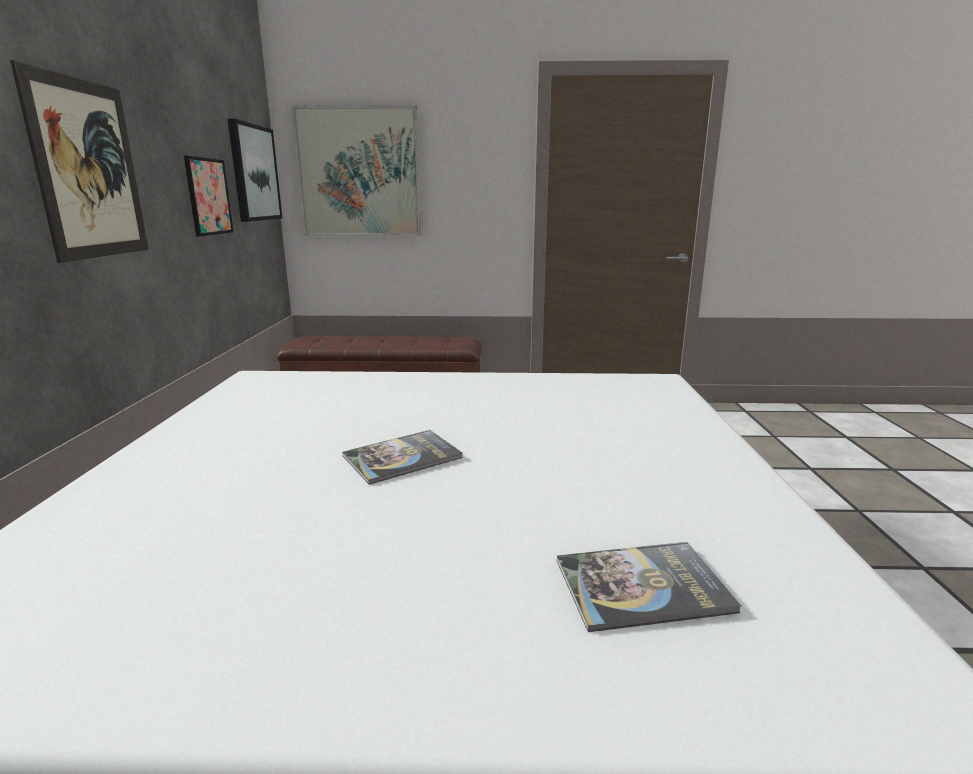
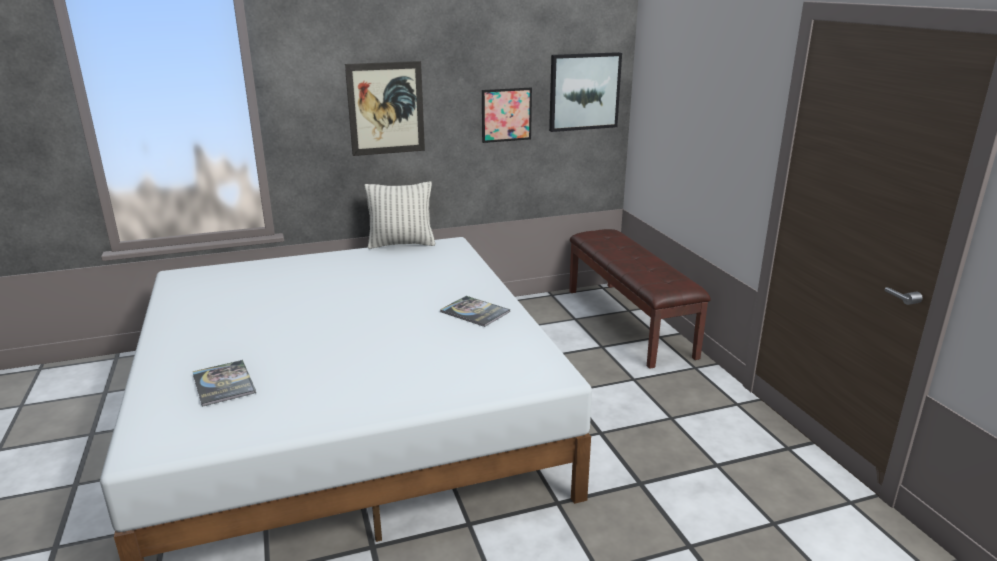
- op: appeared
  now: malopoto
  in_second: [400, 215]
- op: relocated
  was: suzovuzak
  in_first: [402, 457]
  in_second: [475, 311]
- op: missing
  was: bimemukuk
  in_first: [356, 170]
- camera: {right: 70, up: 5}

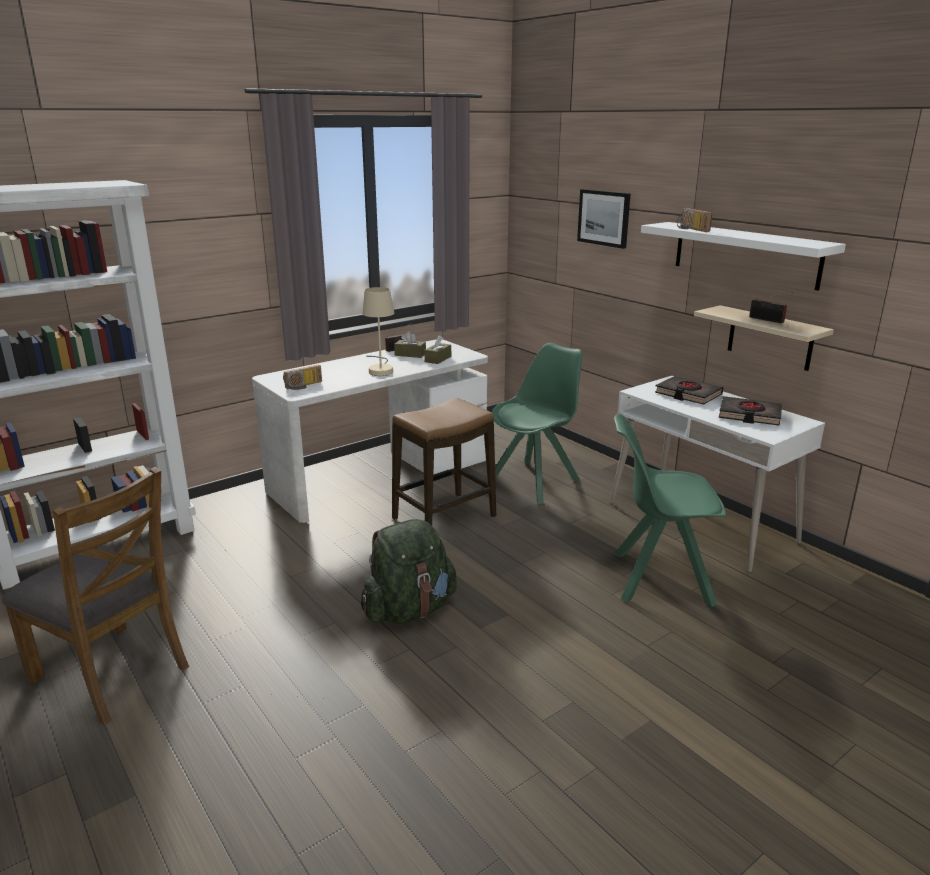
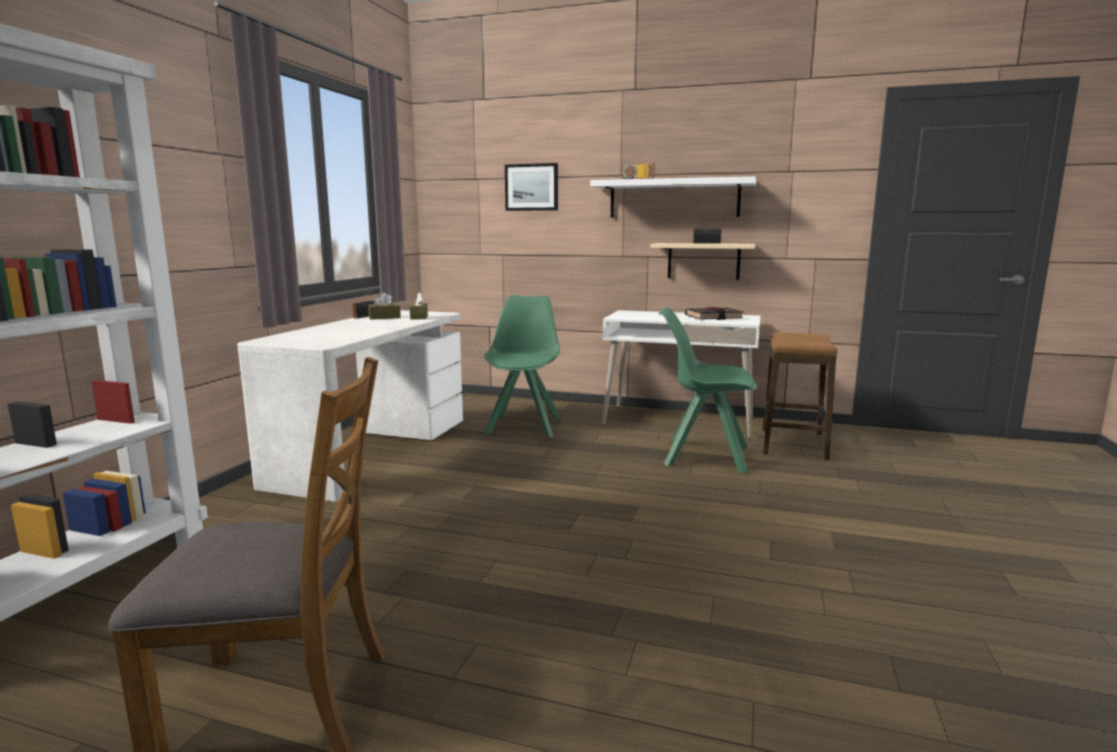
- op: spun
  was: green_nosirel
  in_first: [670, 510]
  in_second: [708, 390]
  clockwise: 45
- op: relocated
  was: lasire
  in_first: [444, 461]
  in_second: [799, 396]
- op: missing
  was: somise
  in_first: [302, 377]
- op: missing
  was: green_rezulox
  in_first: [409, 571]
- op: missing
  was: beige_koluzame
  in_first: [378, 331]
- op: missing
  was: black_suzovuzak
  in_first: [689, 390]
- camera: {right: -35, up: -10}

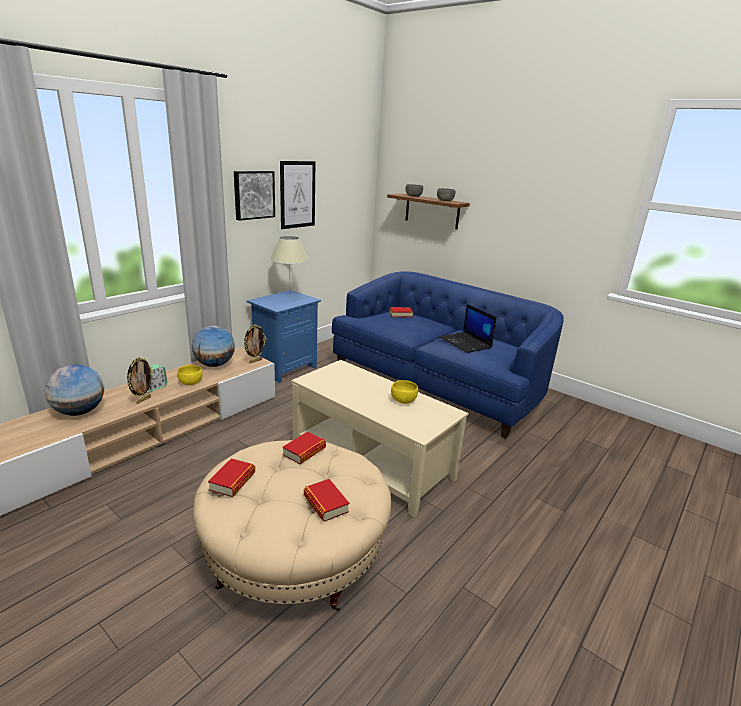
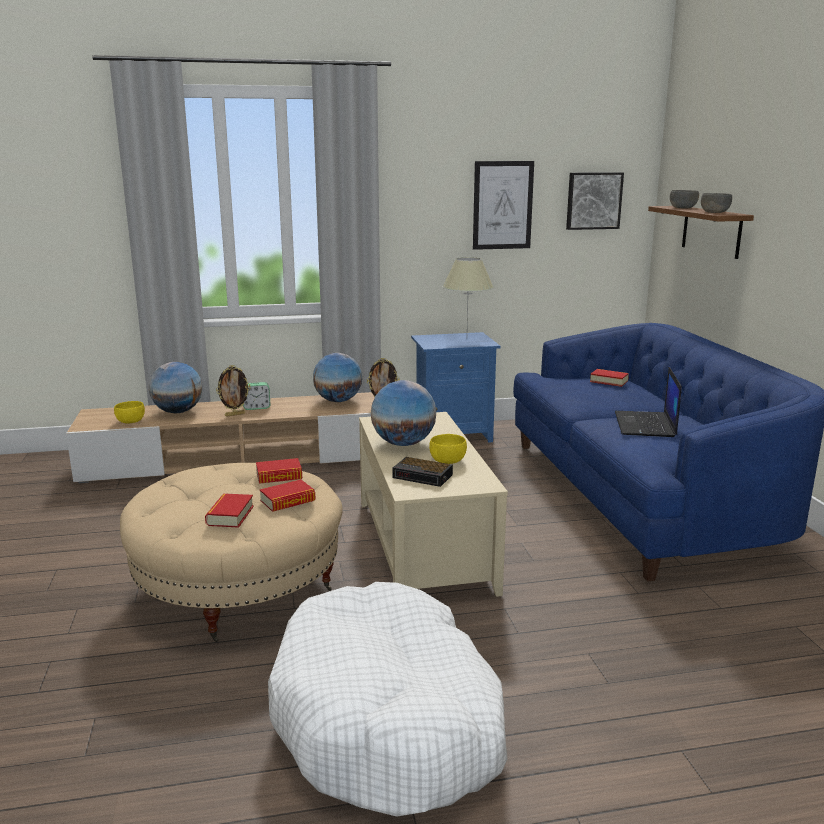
- op: relocated
  was: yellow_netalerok
  in_first: [190, 375]
  in_second: [129, 412]
- op: relocated
  was: suzovuzak
  in_first: [231, 477]
  in_second: [288, 496]
- op: appeared
  now: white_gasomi
  in_second: [388, 699]
- op: appeared
  now: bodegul
  in_second: [403, 413]
- op: appeared
  now: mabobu
  in_second: [422, 472]
- op: relocated
  was: bimemukuk
  in_first: [254, 196]
  in_second: [595, 201]
- camera: {right: 40, up: -5}

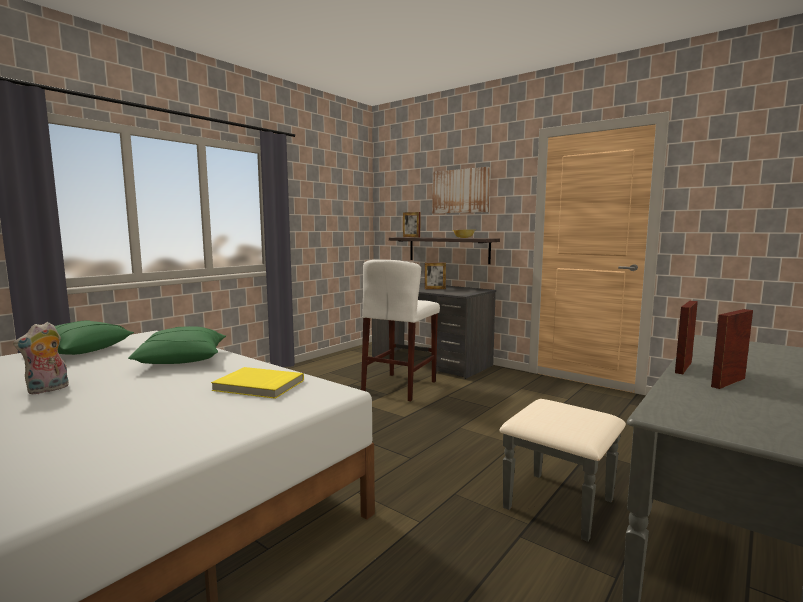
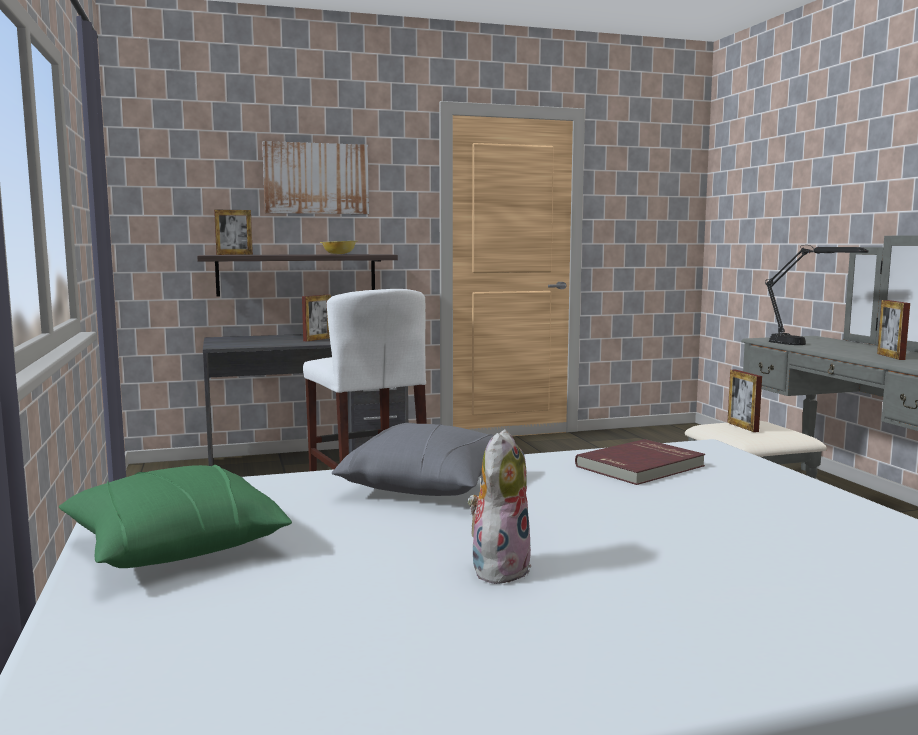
- op: colour
  was: green_malopoto
  now: grey_malopoto
  in_first: [177, 345]
  in_second: [413, 459]
- op: spun
  was: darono
  in_first: [41, 358]
  in_second: [500, 507]
  clockwise: -135
- op: colour
  was: yellow_suzovuzak
  now: red_suzovuzak
  in_first: [257, 383]
  in_second: [640, 462]
- op: relocated
  was: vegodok
  in_first: [686, 337]
  in_second: [744, 401]
- op: appeared
  now: black_koluzame
  in_second: [817, 295]
- camera: {right: -55, up: 0}

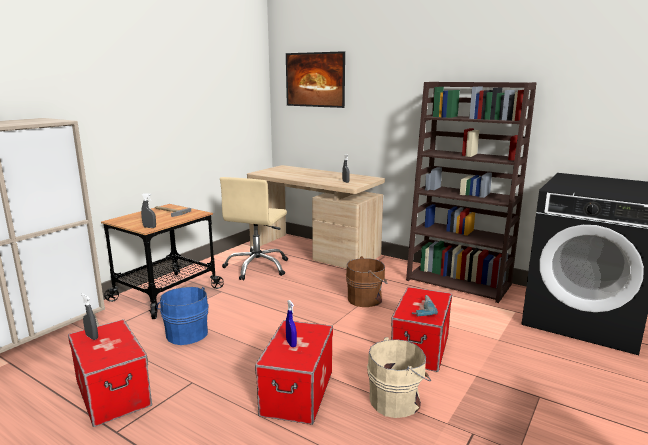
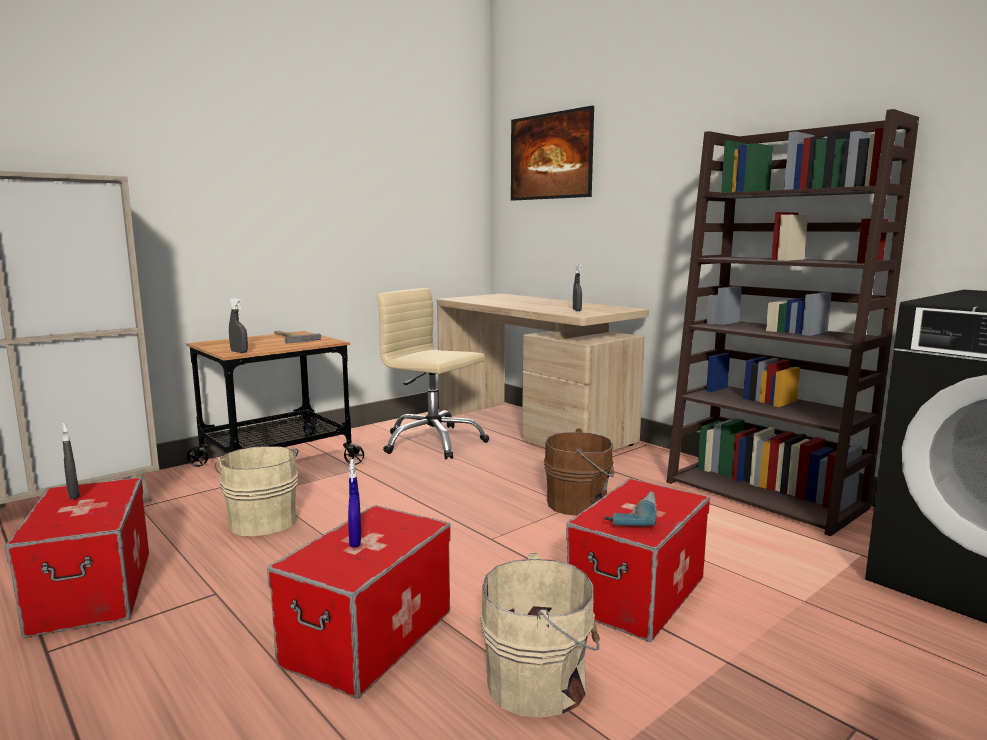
- op: colour
  was: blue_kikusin
  now: beige_kikusin
  in_first: [182, 316]
  in_second: [256, 491]
- op: spun
  was: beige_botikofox
  in_first: [254, 228]
  in_second: [433, 373]
  clockwise: 90
- camera: {right: 15, up: -5}

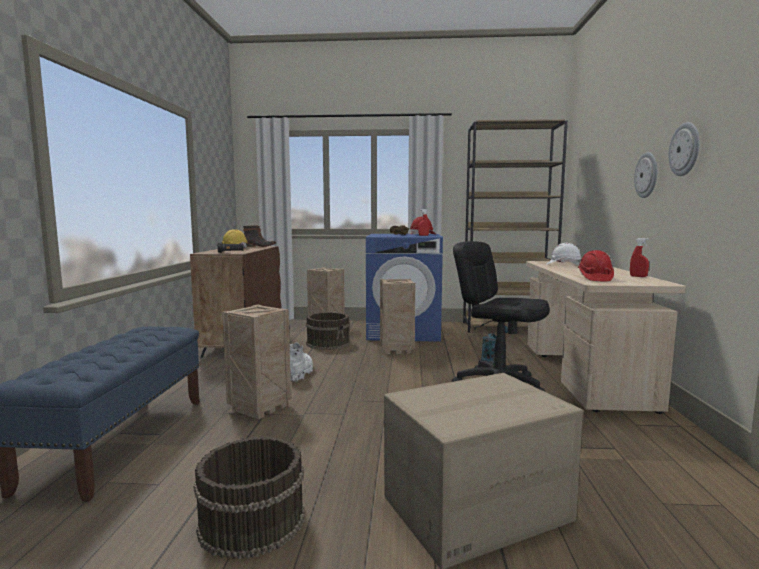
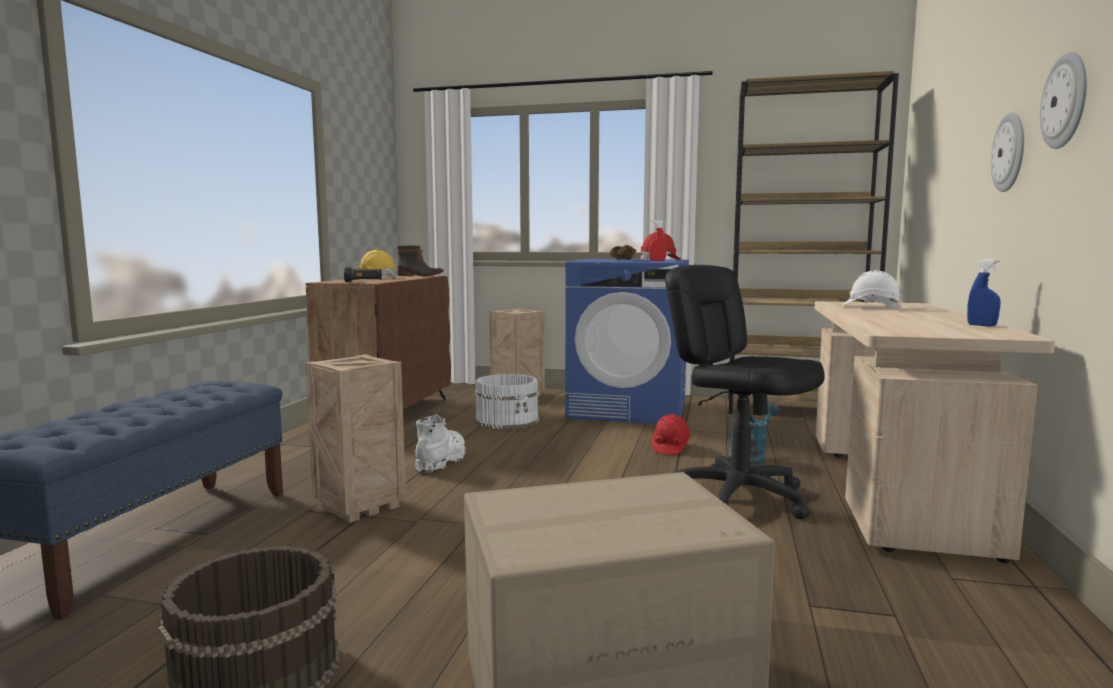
- op: colour
  was: brown_kikusin
  now: white_kikusin
  in_first: [328, 331]
  in_second: [507, 401]
- op: relocated
  was: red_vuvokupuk
  in_first: [596, 265]
  in_second: [671, 434]
- op: colour
  was: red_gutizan
  now: blue_gutizan
  in_first: [639, 257]
  in_second: [984, 292]
- op: missing
  was: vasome
  in_first: [397, 316]
- camera: {right: 10, up: 0}

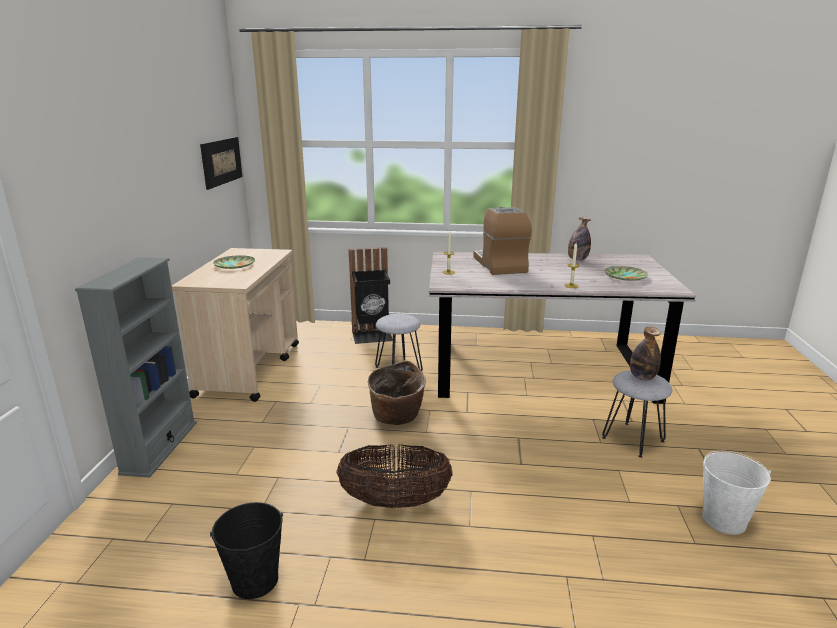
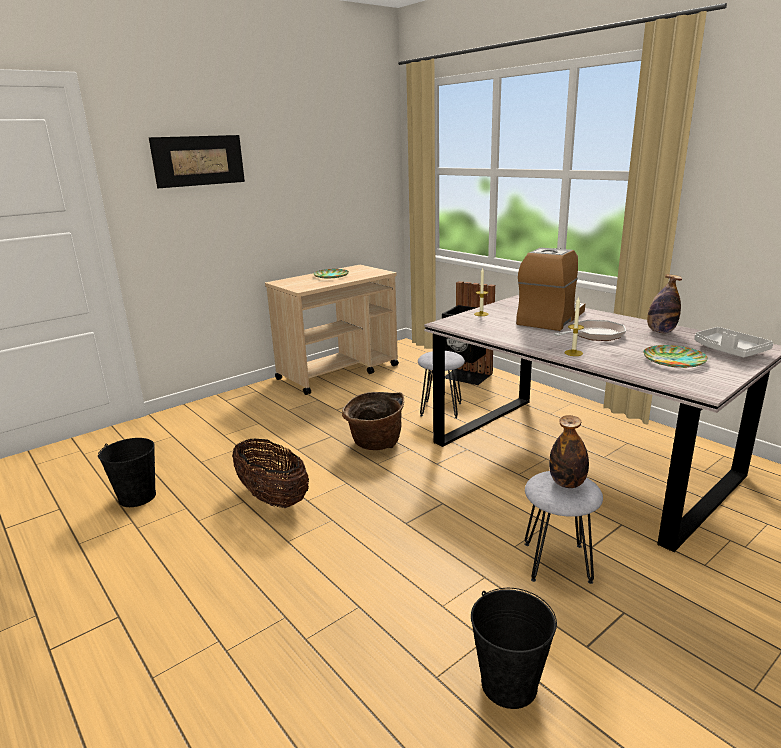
- op: relocated
  was: bimemukuk
  in_first: [221, 163]
  in_second: [197, 161]
- op: colour
  was: white_kikusin
  now: black_kikusin
  in_first: [736, 493]
  in_second: [514, 648]
- op: appeared
  now: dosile
  in_second: [590, 330]
- op: appeared
  now: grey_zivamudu
  in_second: [733, 342]
- op: missing
  was: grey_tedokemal
  in_first: [136, 367]
- camera: {right: 45, up: 0}

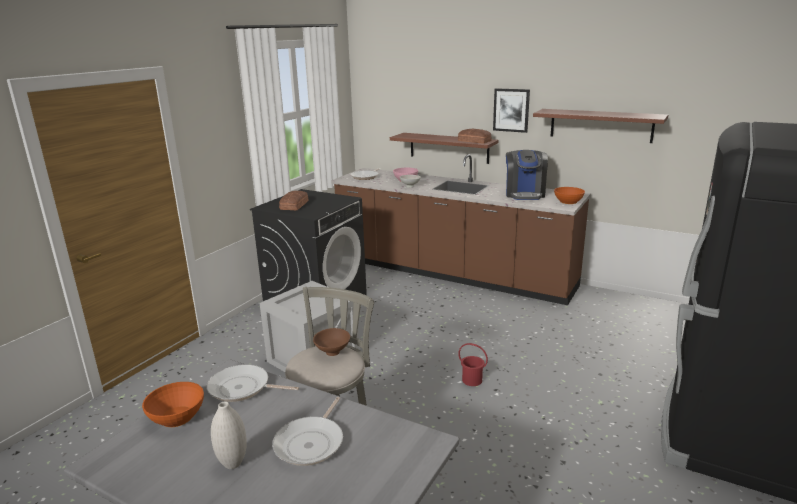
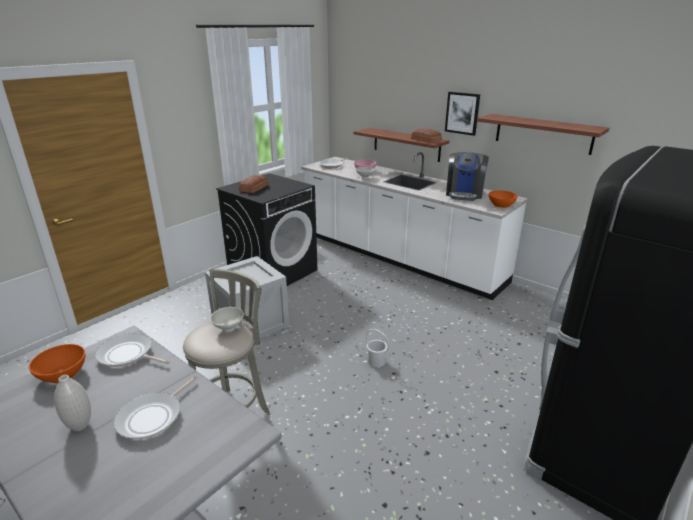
- op: colour
  was: brown_netalerok
  now: white_netalerok
  in_first: [331, 342]
  in_second: [227, 319]
- op: colour
  was: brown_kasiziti
  now: white_kasiziti
  in_first: [461, 229]
  in_second: [414, 226]
- op: colour
  was: red_kikusin
  now: white_kikusin
  in_first: [473, 364]
  in_second: [377, 348]
- camera: {right: 10, up: 5}

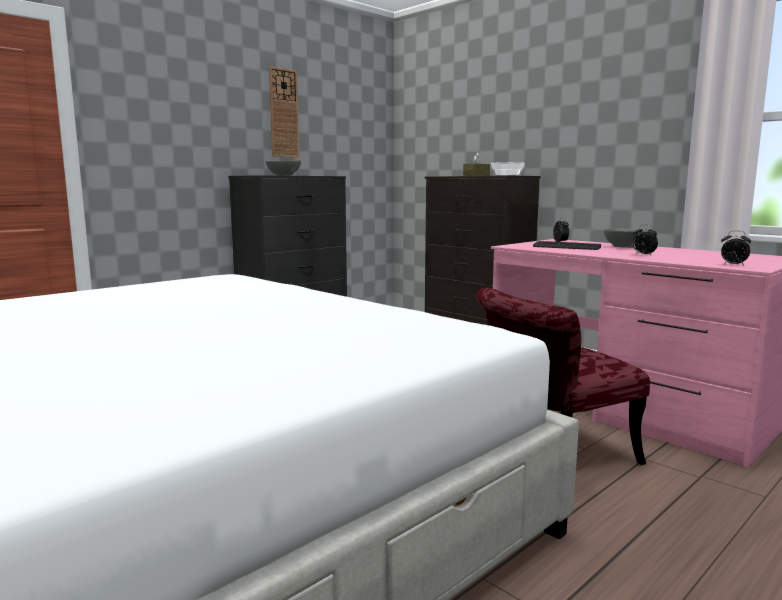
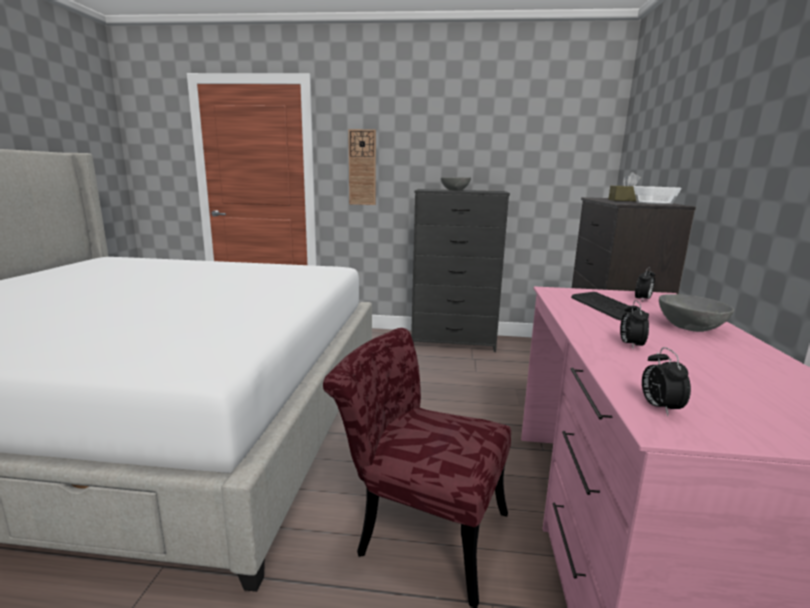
- op: relocated
  was: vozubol
  in_first: [284, 112]
  in_second: [362, 167]
- camera: {right: 50, up: 5}

